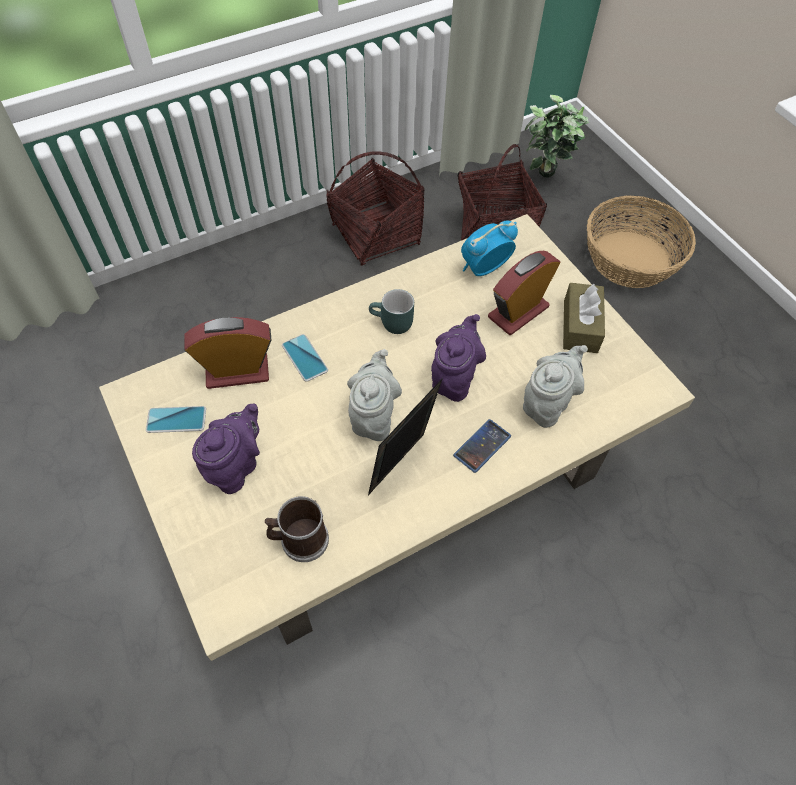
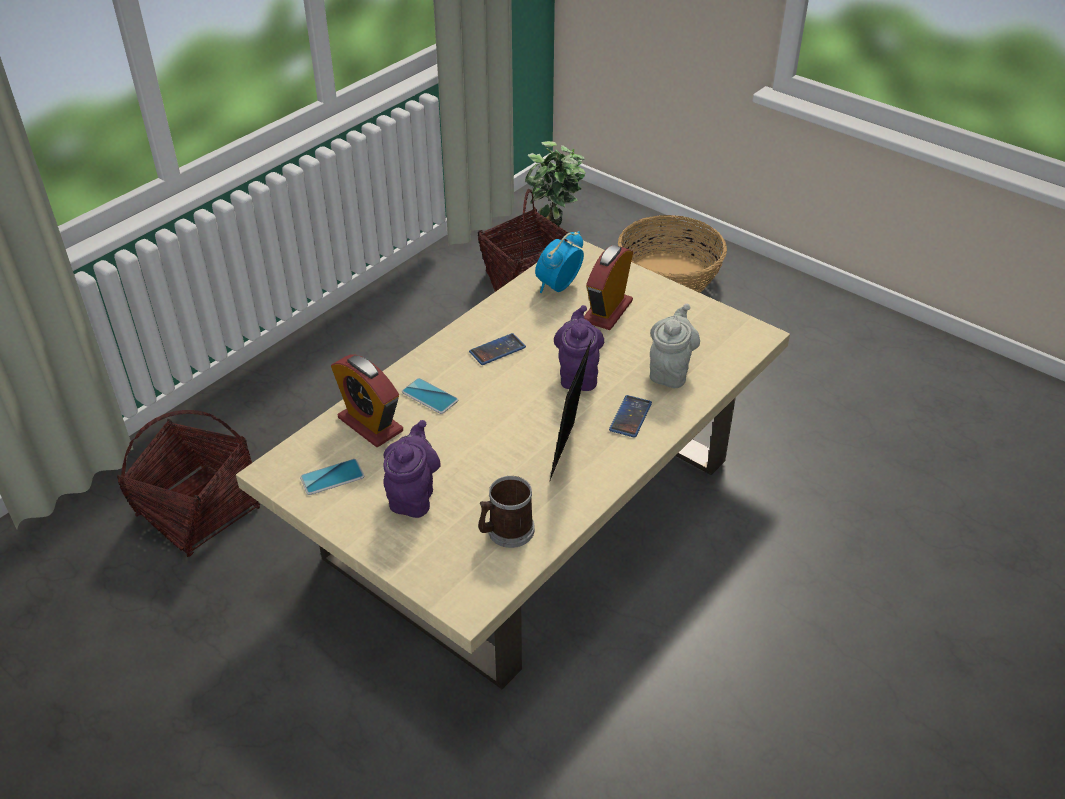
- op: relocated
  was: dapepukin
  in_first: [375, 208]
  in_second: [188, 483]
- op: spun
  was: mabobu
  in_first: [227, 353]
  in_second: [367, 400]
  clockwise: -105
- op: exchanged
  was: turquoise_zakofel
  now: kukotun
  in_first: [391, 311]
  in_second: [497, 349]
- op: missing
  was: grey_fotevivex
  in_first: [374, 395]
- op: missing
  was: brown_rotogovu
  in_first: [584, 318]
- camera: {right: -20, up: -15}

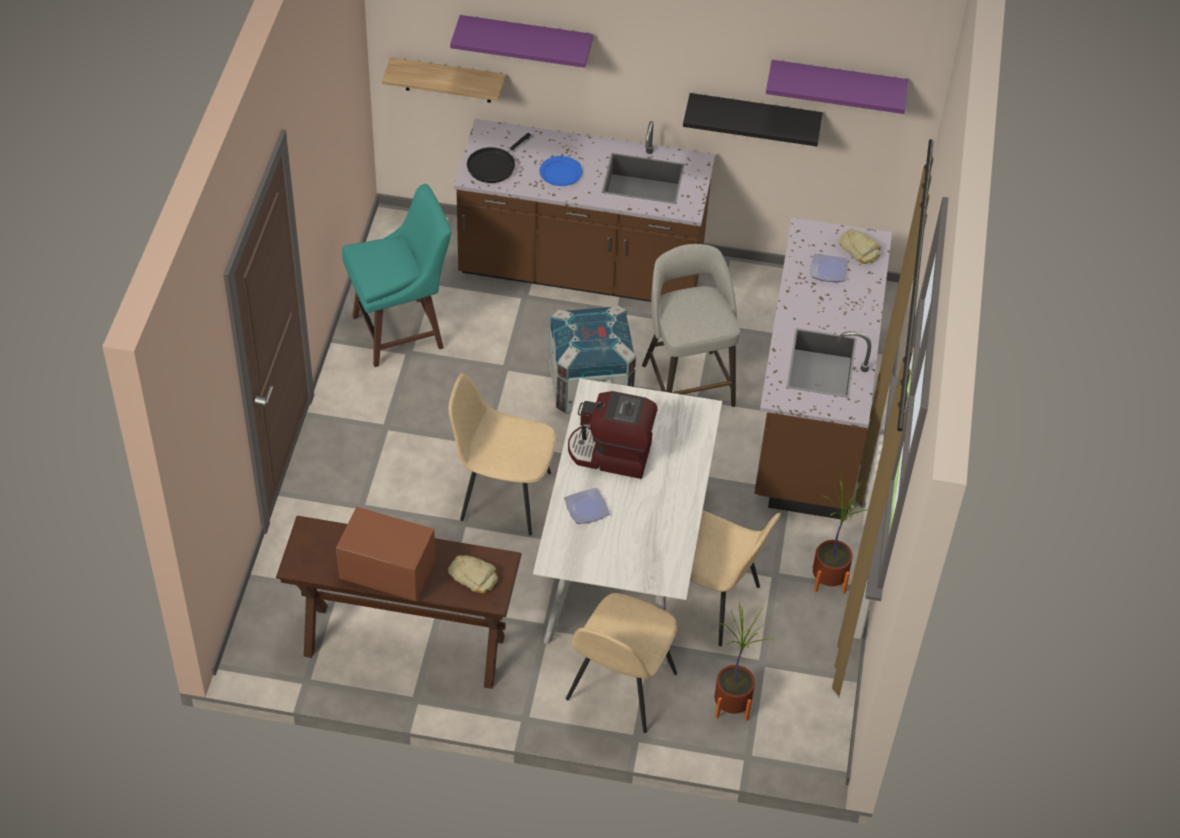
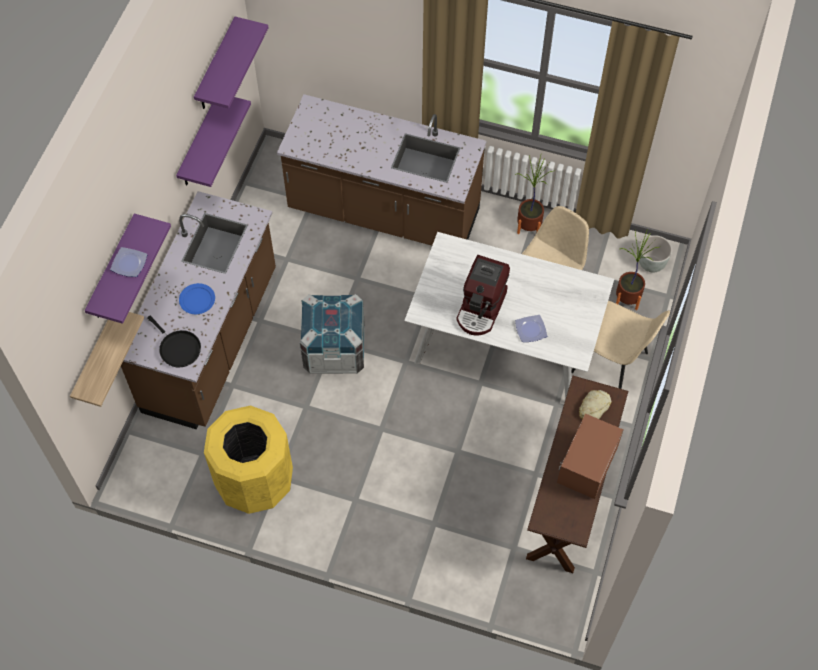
- op: relocated
  was: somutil
  in_first: [829, 268]
  in_second: [128, 262]
- op: colour
  was: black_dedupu
  now: purple_dedupu
  in_first: [753, 119]
  in_second: [213, 142]
- op: exchanged
  was: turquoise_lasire
  now: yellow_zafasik
  in_first: [396, 275]
  in_second: [248, 459]
- op: appeared
  now: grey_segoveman
  in_second: [655, 253]
- op: missing
  was: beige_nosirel
  in_first: [502, 454]
- op: missing
  was: grey_lasire
  in_first: [691, 325]
- op: missing
  was: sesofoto
  in_first: [859, 246]
- camera: {right: -80, up: 10}

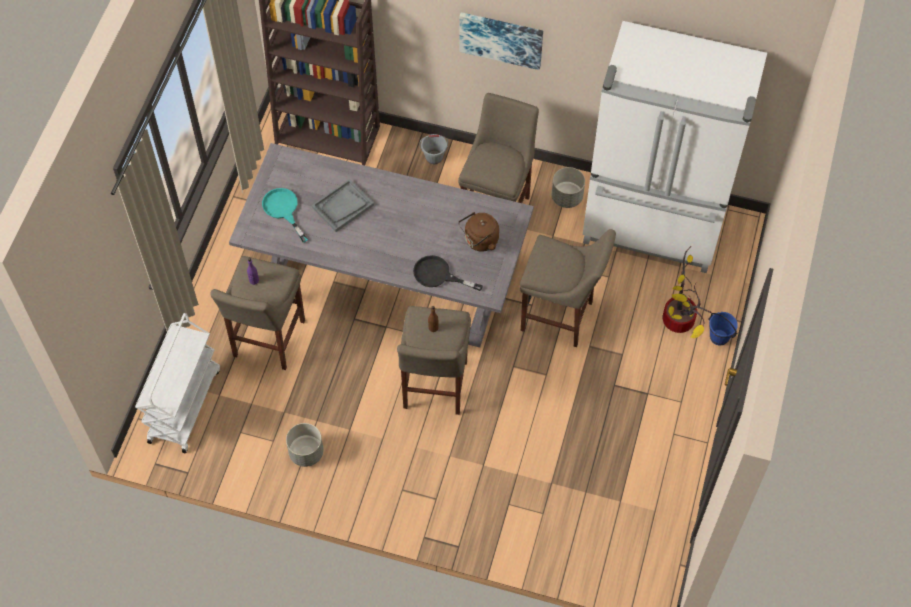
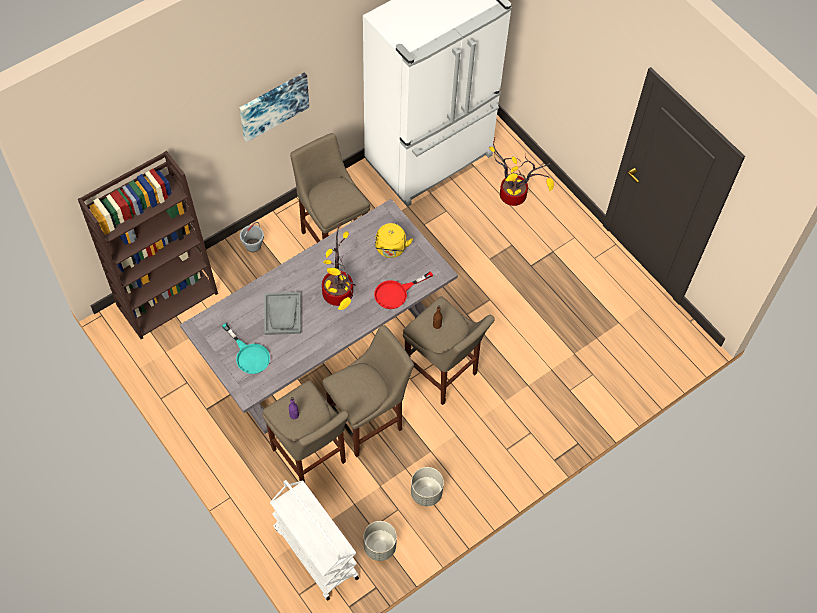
- op: spun
  was: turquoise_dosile
  in_first: [285, 215]
  in_second: [246, 348]
  clockwise: -135
- op: appeared
  now: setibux
  in_second: [338, 266]
- op: relocated
  was: beige_lasire
  in_first: [568, 288]
  in_second: [368, 391]
- op: relocated
  was: grey_segoveman
  in_first: [568, 187]
  in_second: [380, 541]
- op: colour
  was: black_dosile
  now: red_dosile
  in_first: [448, 273]
  in_second: [403, 290]
- op: colour
  was: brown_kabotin
  now: yellow_kabotin
  in_first: [478, 232]
  in_second: [394, 240]
- op: missing
  was: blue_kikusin
  in_first: [723, 329]
- camera: {right: -55, up: 0}

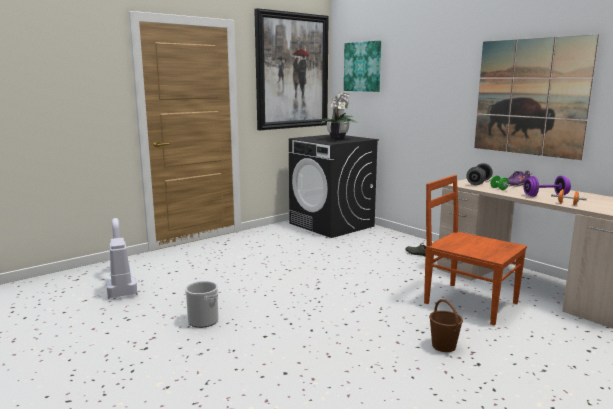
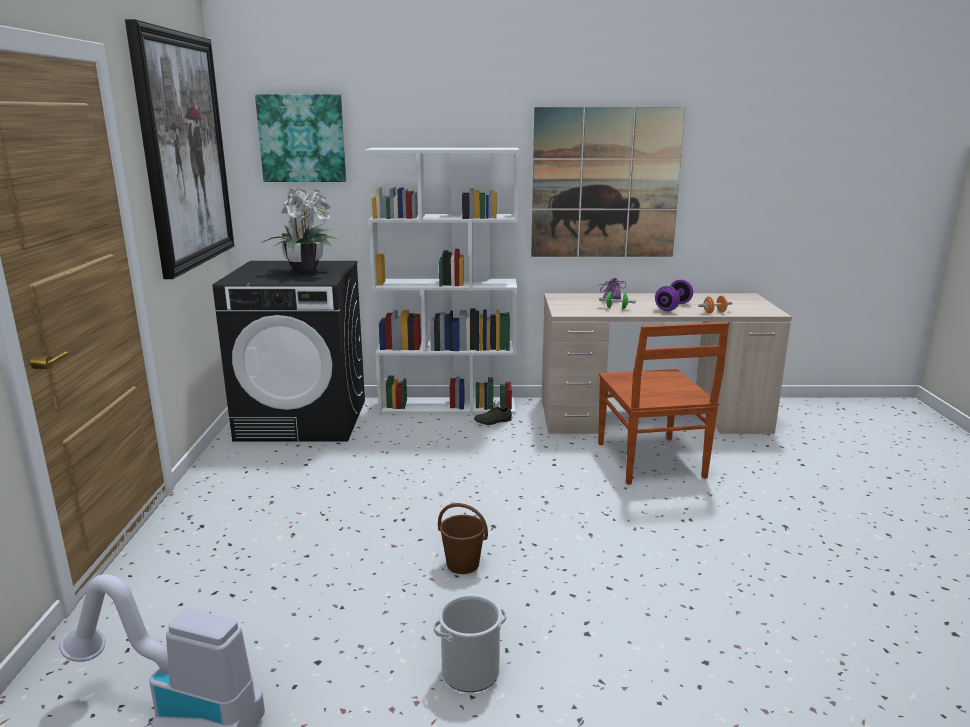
- op: appeared
  now: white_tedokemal
  in_second: [442, 281]
- op: relocated
  was: brown_kikusin
  in_first: [446, 325]
  in_second: [463, 538]
- op: spun
  was: brown_nosirel
  in_first: [475, 250]
  in_second: [663, 403]
  clockwise: -90
- op: missing
  was: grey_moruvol
  in_first: [479, 174]
- camera: {right: -50, up: 5}

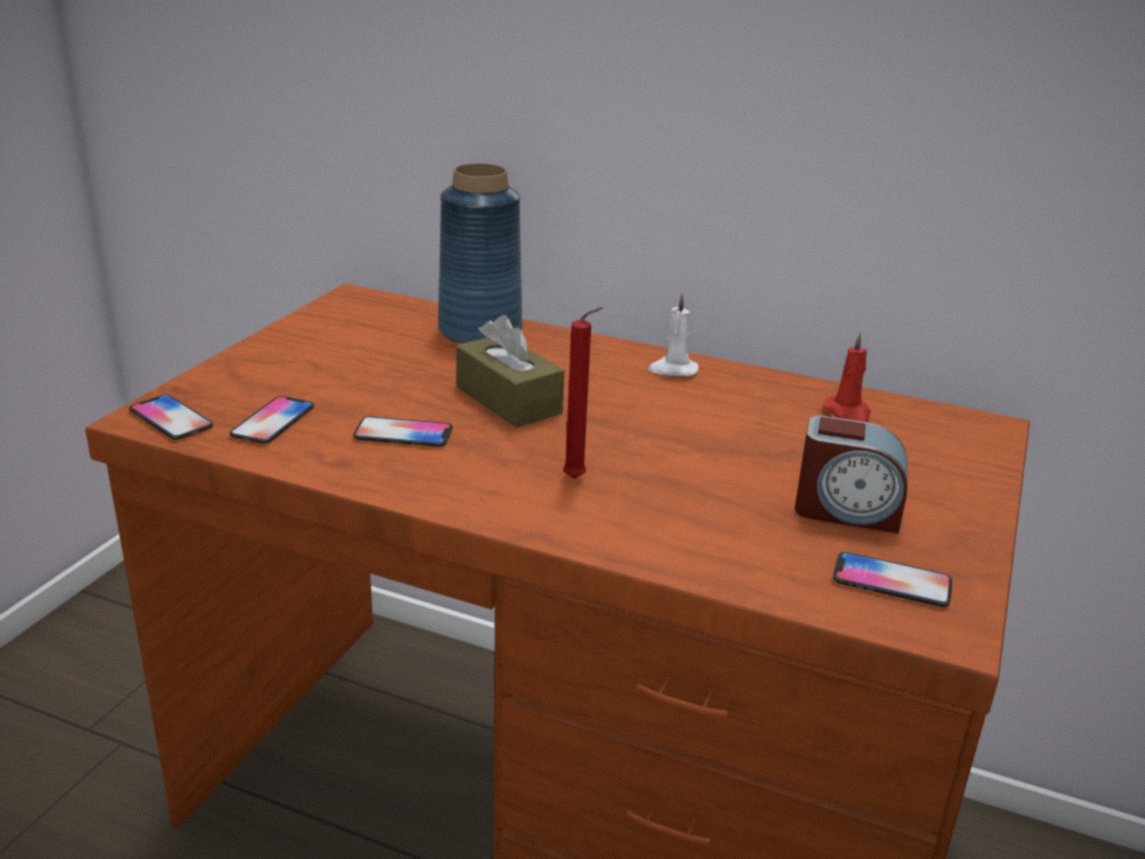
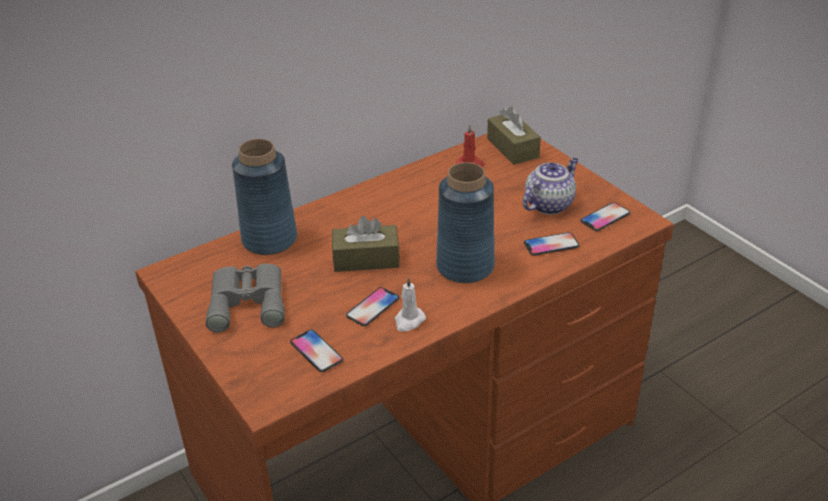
- op: appeared
  now: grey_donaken
  in_second: [245, 298]
- op: relocated
  was: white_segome
  in_first: [673, 335]
  in_second: [410, 304]
- op: exchanged
  was: red_segome
  now: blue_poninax
  in_first: [583, 393]
  in_second: [465, 222]
- op: appeared
  now: brown_rotogovu
  in_second: [514, 135]
- op: exchanged
  was: mabobu
  now: fotevivex
  in_first: [851, 474]
  in_second: [550, 186]
- op: relocated
  was: kukotun
  in_first: [171, 417]
  in_second: [552, 244]
- camera: {right: -55, up: 10}

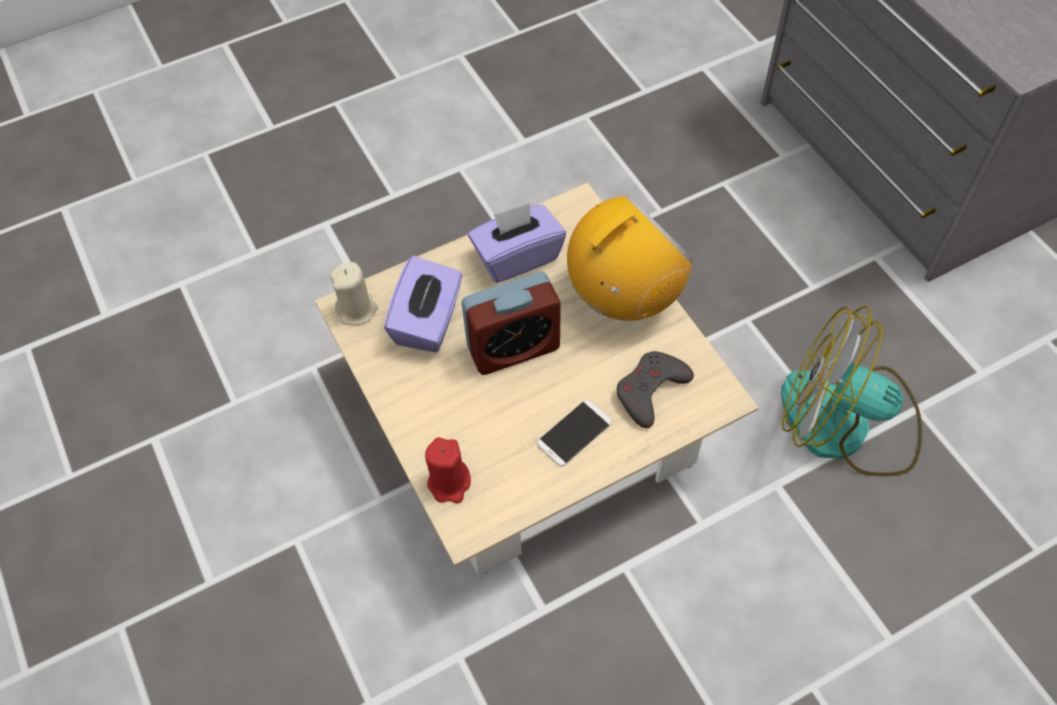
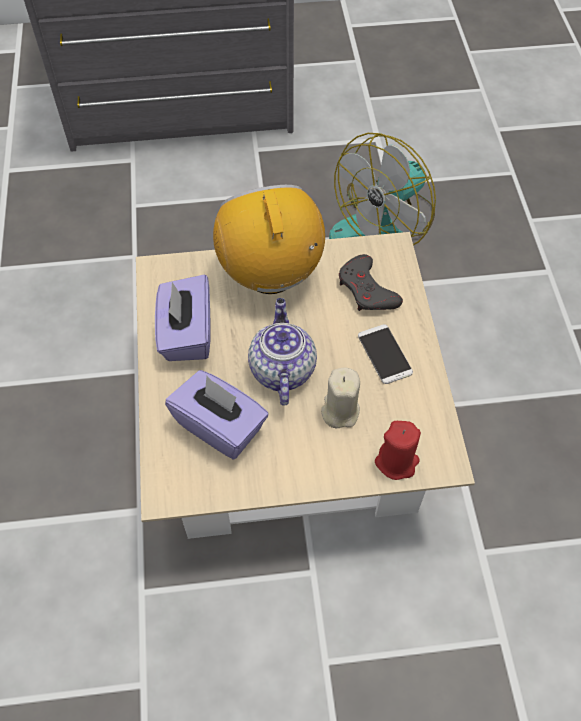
- op: exchanged
  was: mabobu
  now: fotevivex
  in_first: [511, 323]
  in_second: [282, 352]
- op: relocated
  was: beige_segome
  in_first: [354, 293]
  in_second: [340, 397]
- camera: {right: -70, up: 0}

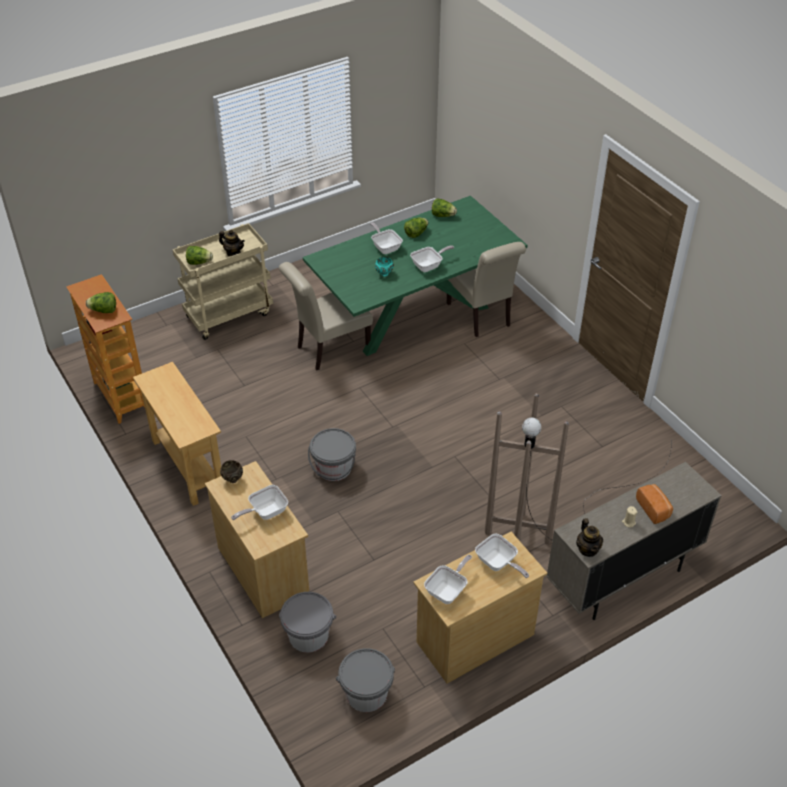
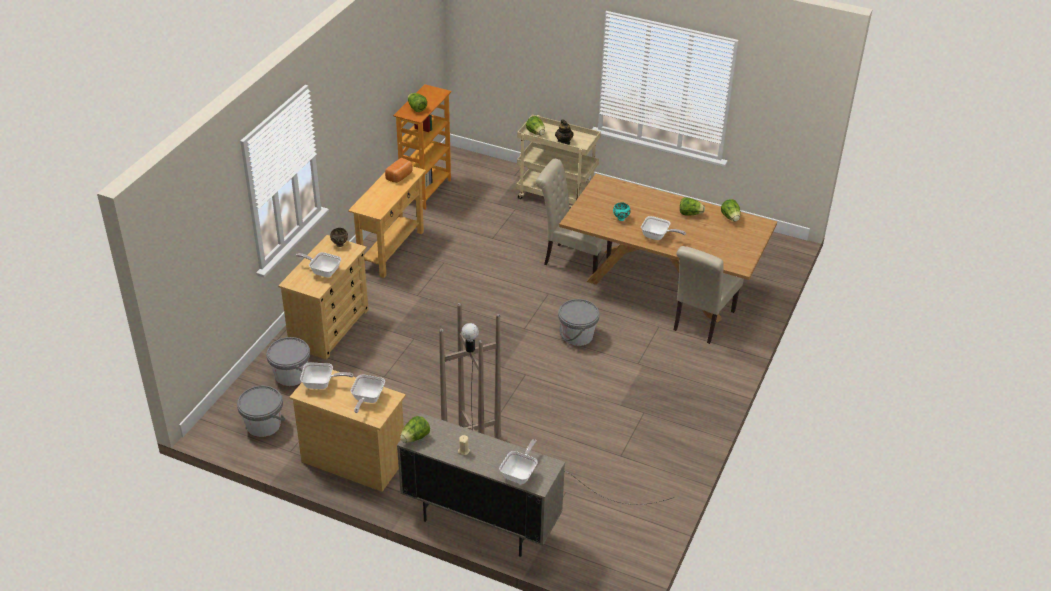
- op: relocated
  was: sesofoto
  in_first: [654, 504]
  in_second: [399, 170]
- op: exchanged
  was: fotevivex
  now: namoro
  in_first: [589, 537]
  in_second: [415, 429]
- op: relocated
  was: dosile
  in_first: [386, 238]
  in_second: [518, 461]
- op: relocated
  was: grey_kikusin
  in_first: [332, 454]
  in_second: [579, 322]
- op: colour
  was: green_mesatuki
  now: brown_mesatuki
  in_first: [415, 276]
  in_second: [668, 248]
- camera: {right: 55, up: -5}

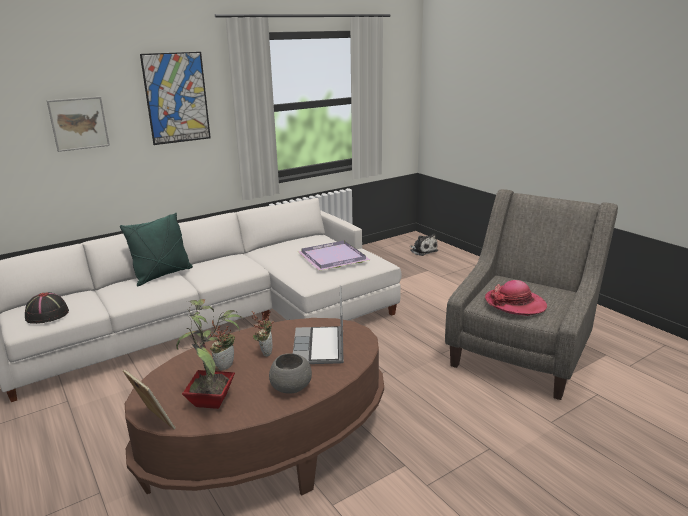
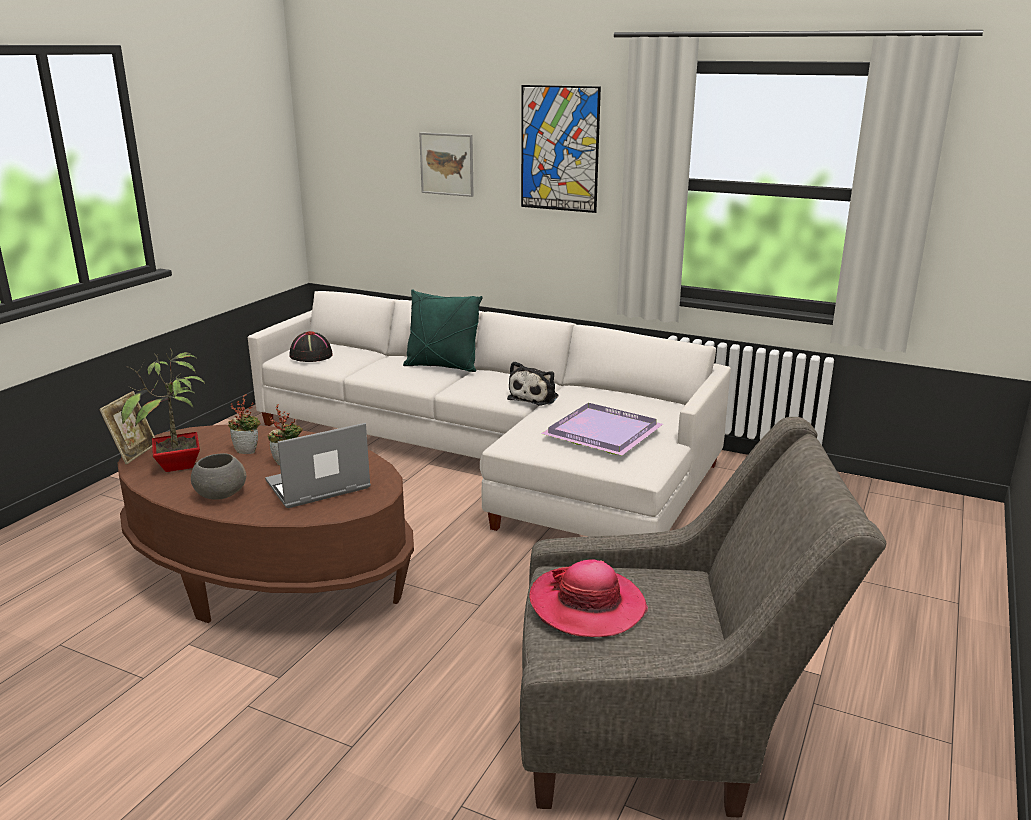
- op: relocated
  was: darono
  in_first: [424, 245]
  in_second: [532, 383]
- camera: {right: 60, up: 0}

